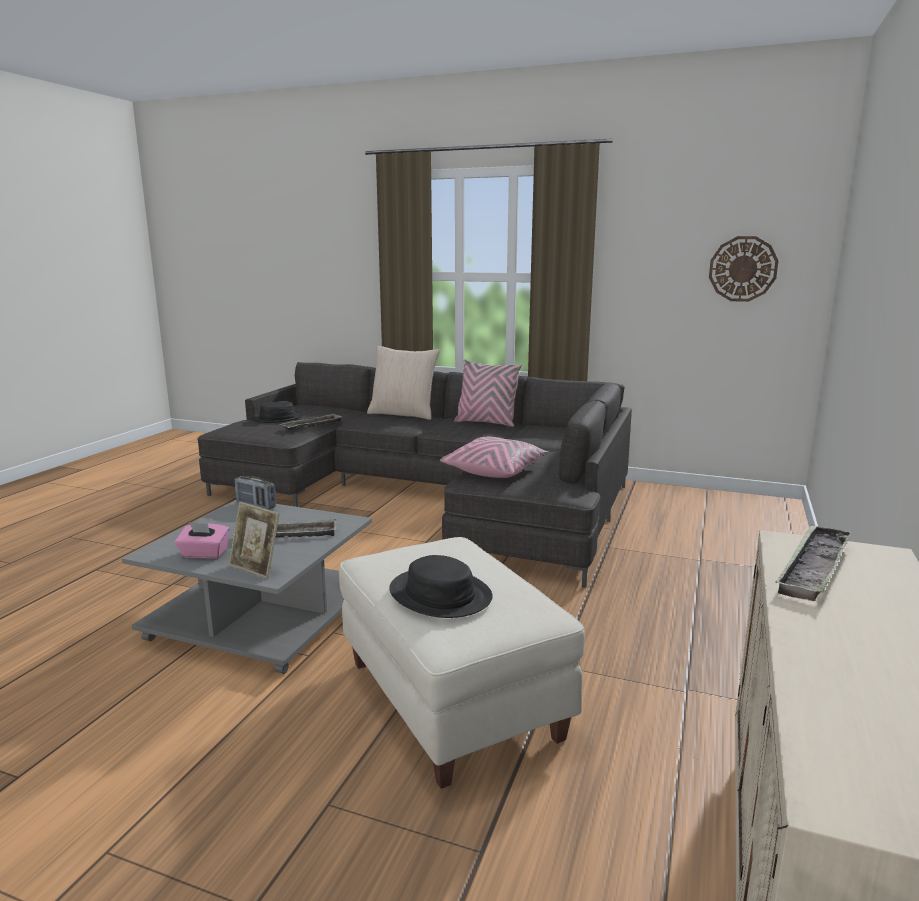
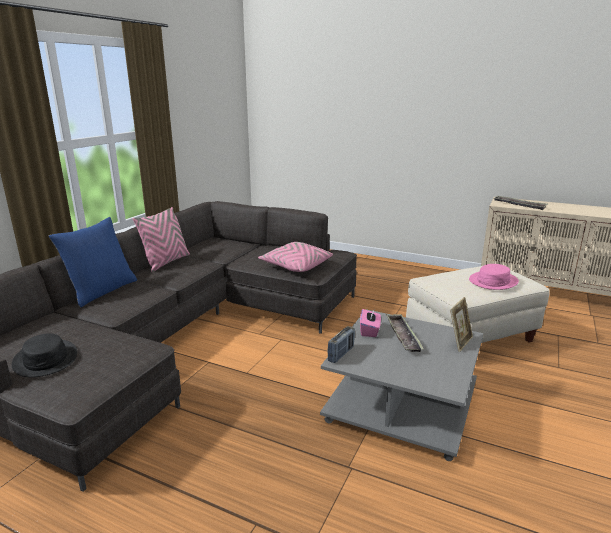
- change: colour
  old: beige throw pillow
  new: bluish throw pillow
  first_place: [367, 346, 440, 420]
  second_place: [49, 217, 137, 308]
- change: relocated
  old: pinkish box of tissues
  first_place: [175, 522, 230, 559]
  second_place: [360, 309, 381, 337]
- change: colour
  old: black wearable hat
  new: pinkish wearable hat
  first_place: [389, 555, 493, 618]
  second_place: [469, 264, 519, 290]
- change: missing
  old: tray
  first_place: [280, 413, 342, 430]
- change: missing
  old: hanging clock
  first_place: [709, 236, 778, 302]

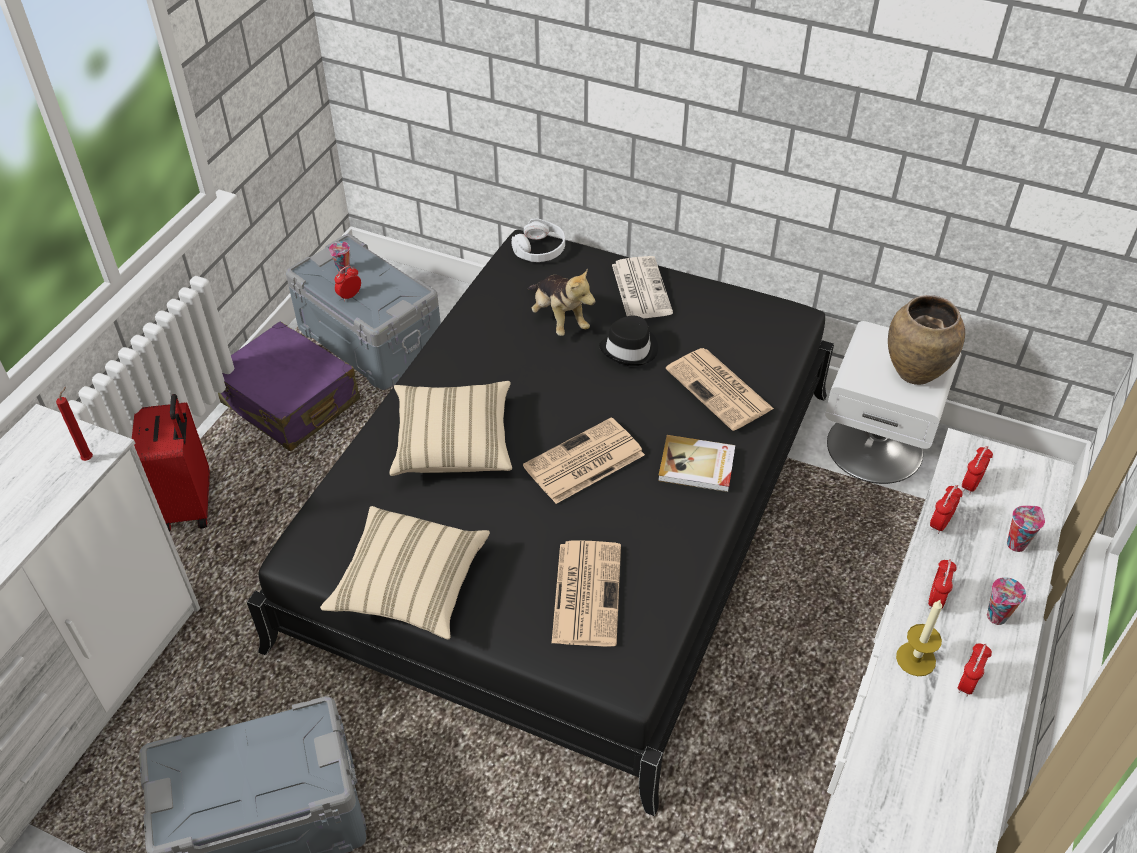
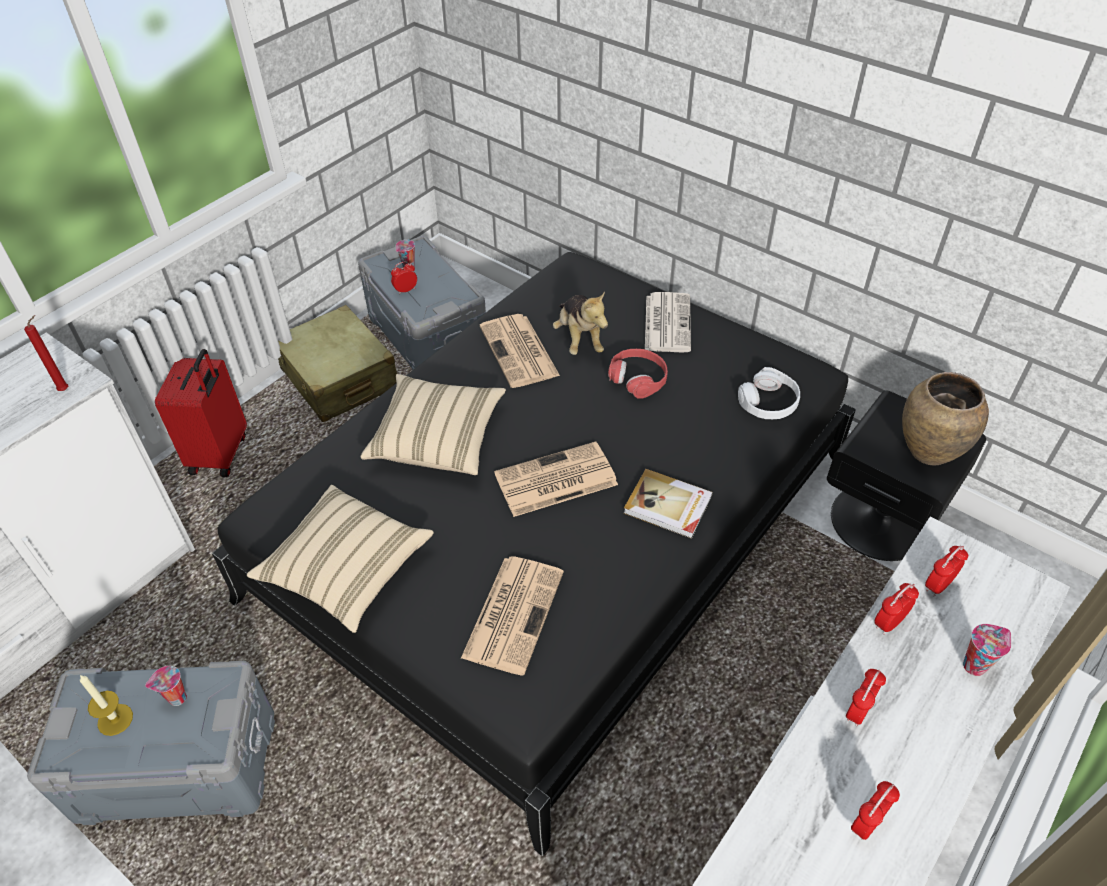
- change: relocated
  old: candle
  first_place: [896, 599, 942, 676]
  second_place: [80, 675, 133, 736]
- change: relocated
  old: cup
  first_place: [987, 577, 1026, 625]
  second_place: [145, 666, 187, 706]
- change: colour
  old: purplish piece of luggage
  new: beige piece of luggage
  first_place: [218, 322, 360, 451]
  second_place: [278, 305, 397, 422]
- change: relocated
  old: newspaper
  first_place: [666, 348, 774, 431]
  second_place: [480, 314, 560, 388]
- change: exchanged
  old: black wearable hat
  new: reddish headphones
  first_place: [599, 316, 658, 366]
  second_place: [608, 349, 668, 399]
- change: relocated
  old: white-coloured headphones
  first_place: [512, 218, 565, 262]
  second_place: [738, 367, 800, 419]
- change: colour
  old: white-coloured night table
  new: black night table
  first_place: [825, 321, 961, 484]
  second_place: [827, 391, 986, 561]

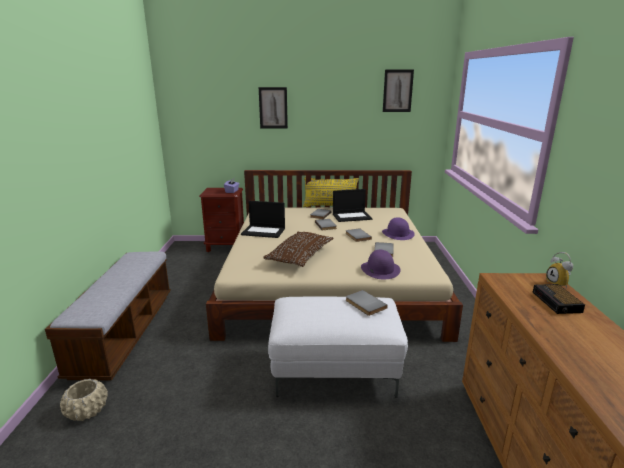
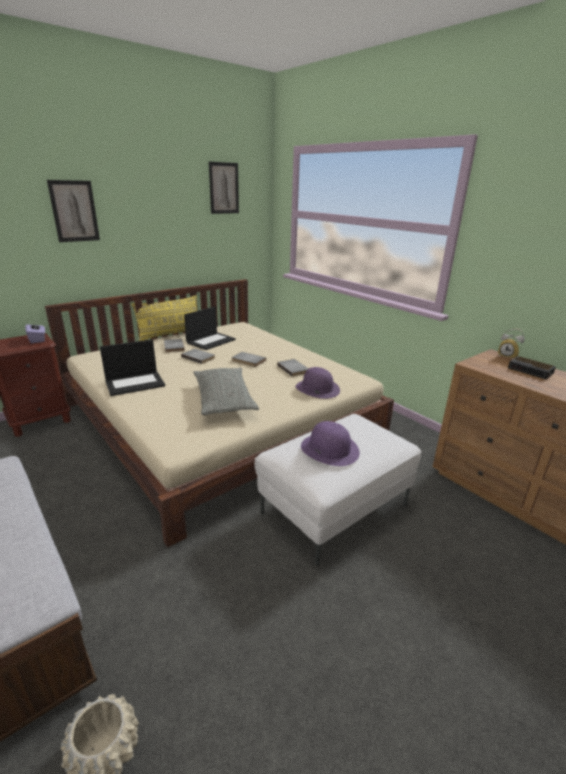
- change: colour
  old: brownish throw pillow
  new: greyish throw pillow
  first_place: [263, 231, 334, 267]
  second_place: [193, 367, 259, 415]
- change: relocated
  old: purplish wearable hat
  first_place: [382, 217, 415, 240]
  second_place: [301, 421, 360, 466]
- change: missing
  old: greyish bound book
  first_place: [346, 290, 388, 316]

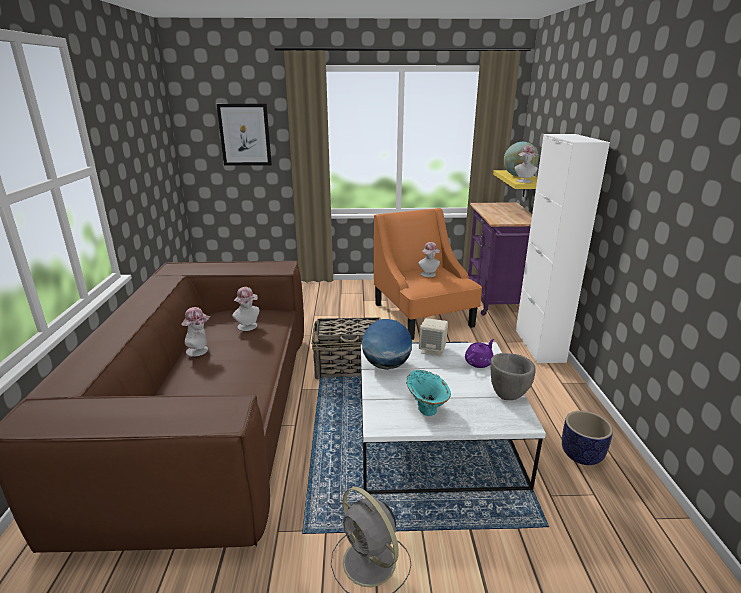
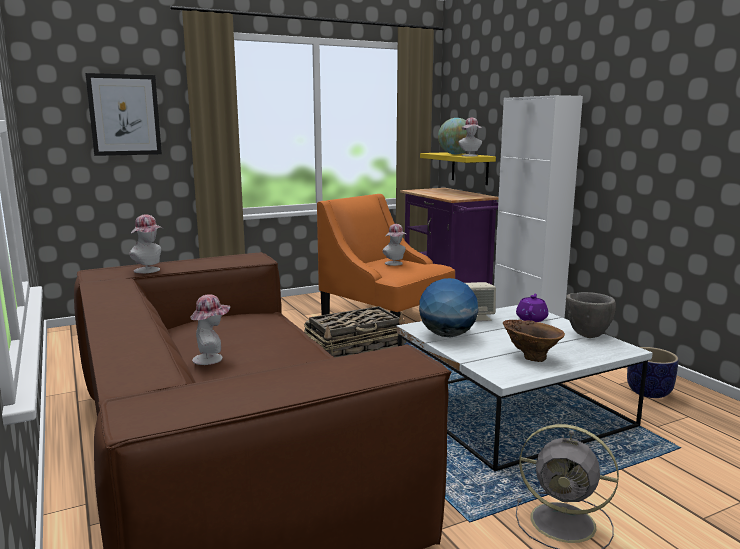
- change: relocated
  old: wearable hat
  first_place: [232, 287, 259, 331]
  second_place: [129, 214, 163, 274]
- change: colour
  old: turquoise decorative vase
  new: brownish decorative vase
  first_place: [406, 370, 451, 416]
  second_place: [503, 320, 565, 362]

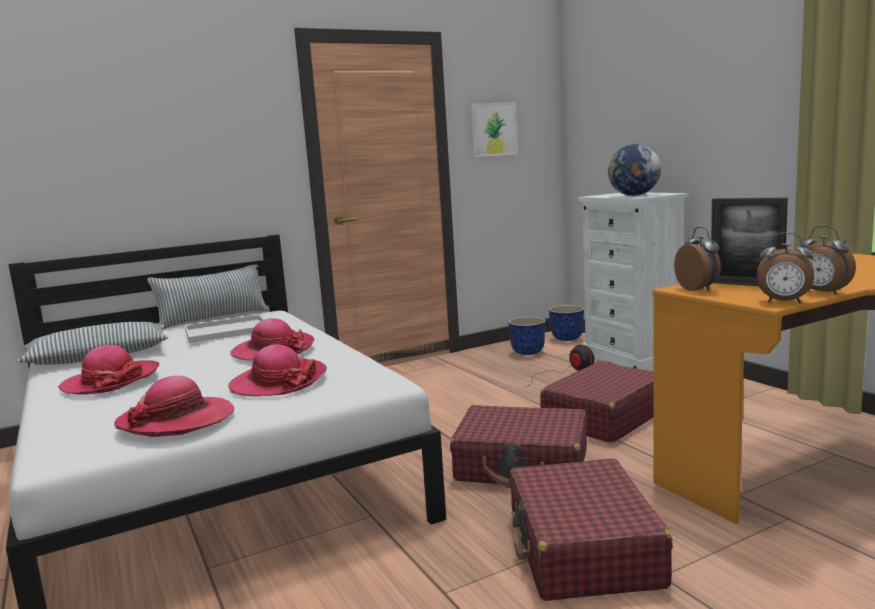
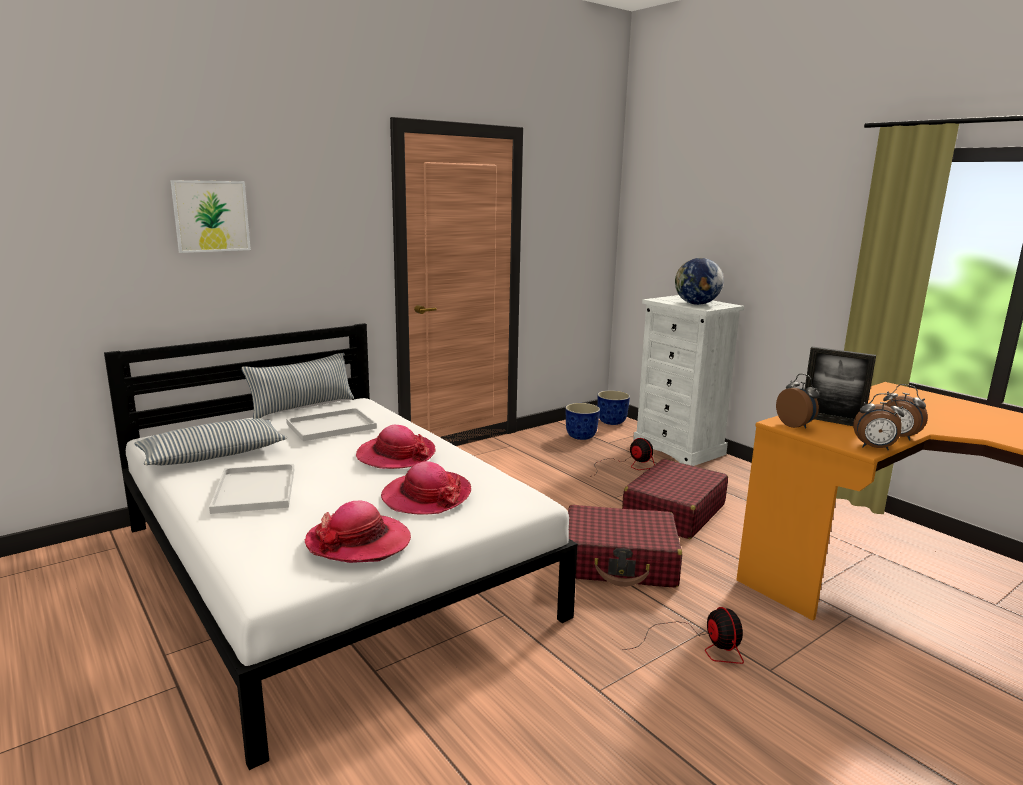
- change: relocated
  old: wall picture
  first_place: [470, 103, 518, 157]
  second_place: [170, 180, 251, 253]
- change: exchanged
  old: wearable hat
  new: white-coloured tray
  first_place: [58, 345, 159, 394]
  second_place: [209, 464, 294, 514]
- change: exchanged
  old: reddish piece of luggage
  new: cooling fan
  first_place: [509, 458, 673, 601]
  second_place: [623, 607, 744, 664]

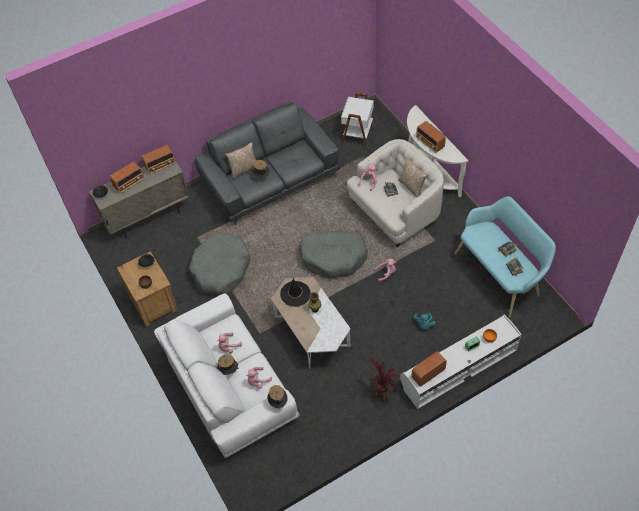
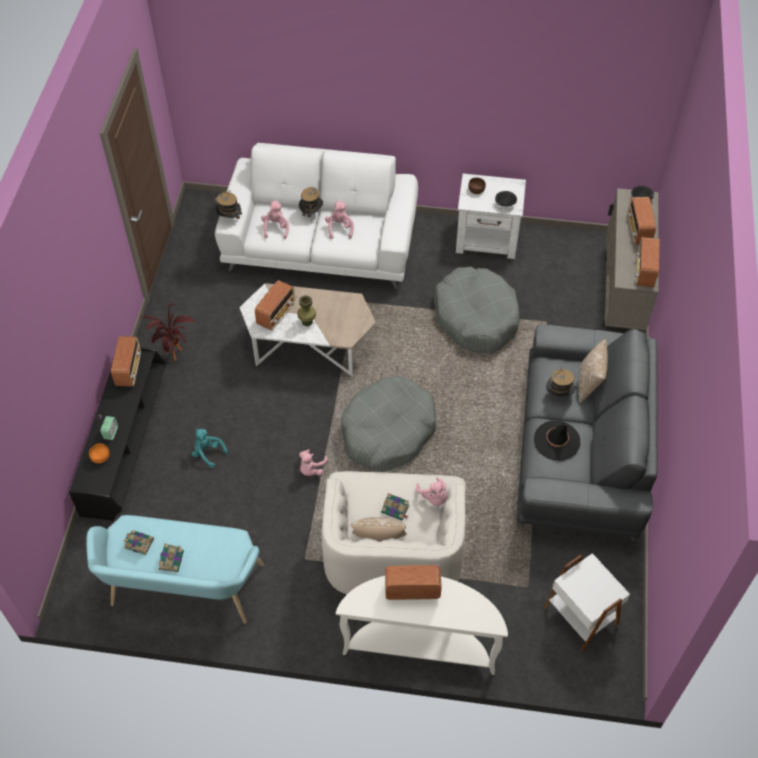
- change: colour
  old: white-coloured tv stand
  new: black tv stand
  first_place: [400, 315, 522, 409]
  second_place: [69, 347, 166, 521]
- change: appeared
  new: radio
  second_place: [255, 280, 295, 331]
- change: colour
  old: brownish night table
  new: white-coloured night table
  first_place: [117, 251, 178, 327]
  second_place: [456, 174, 526, 259]
- change: relocated
  old: black wearable hat
  first_place: [280, 277, 311, 307]
  second_place: [534, 420, 580, 461]

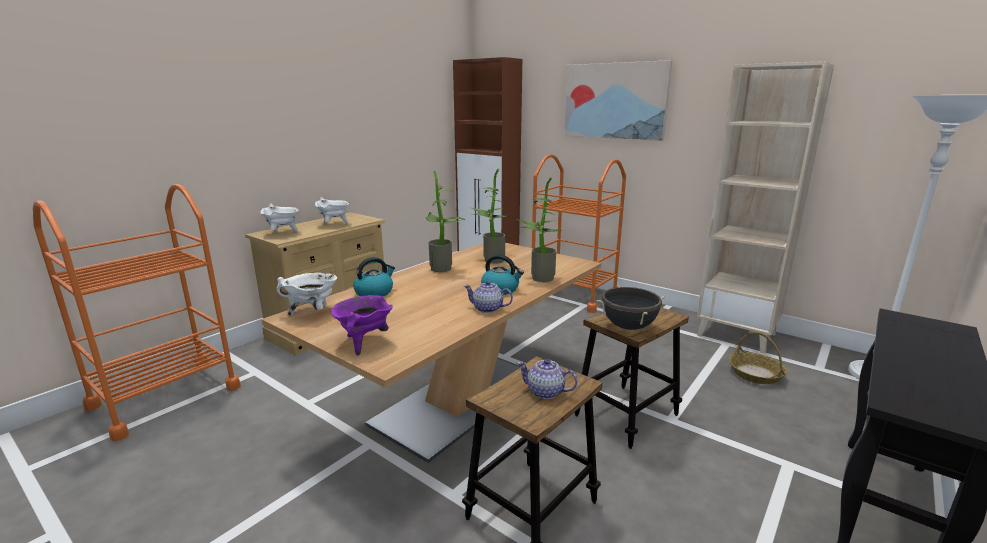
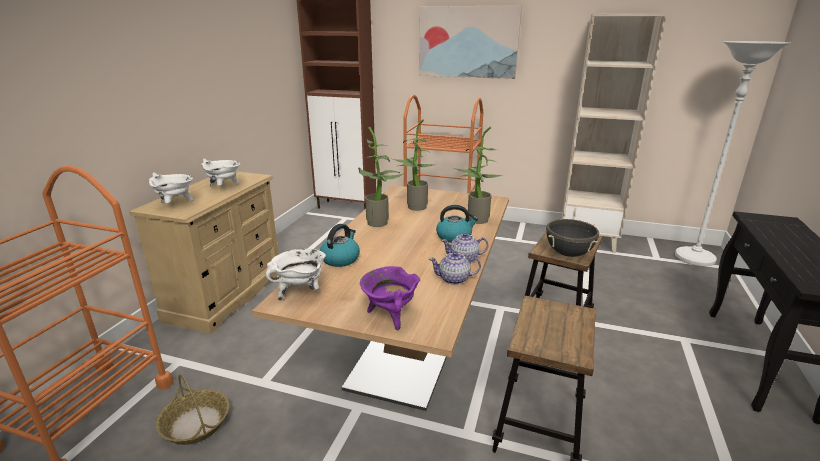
- change: relocated
  old: basket
  first_place: [729, 332, 787, 384]
  second_place: [156, 374, 229, 445]
- change: relocated
  old: pot for tea
  first_place: [517, 359, 578, 399]
  second_place: [429, 252, 481, 285]

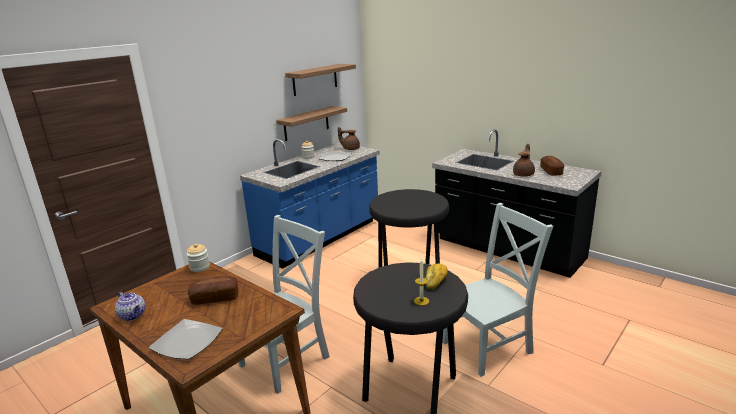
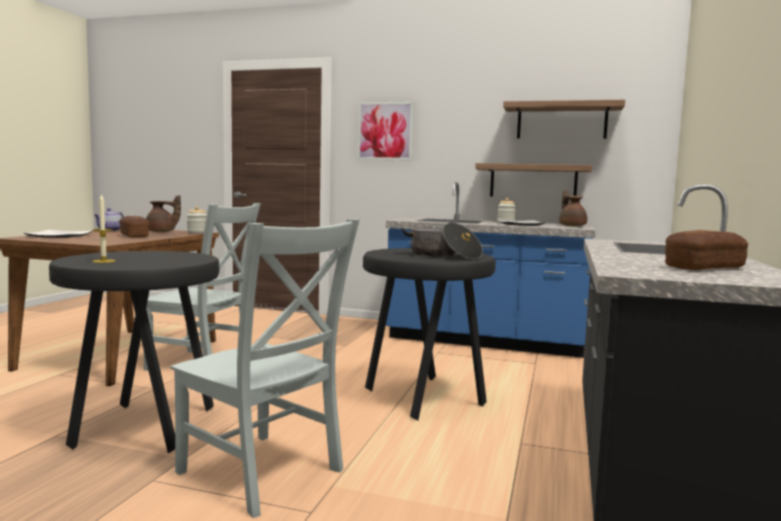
- change: relocated
  old: brownish pot for tea
  first_place: [513, 144, 535, 176]
  second_place: [146, 195, 181, 232]
- change: appeared
  new: wall picture
  second_place: [357, 102, 414, 161]
- change: appeared
  new: cooking pot
  second_place: [401, 222, 483, 260]
- change: missing
  old: baked bread
  first_place: [426, 264, 448, 290]

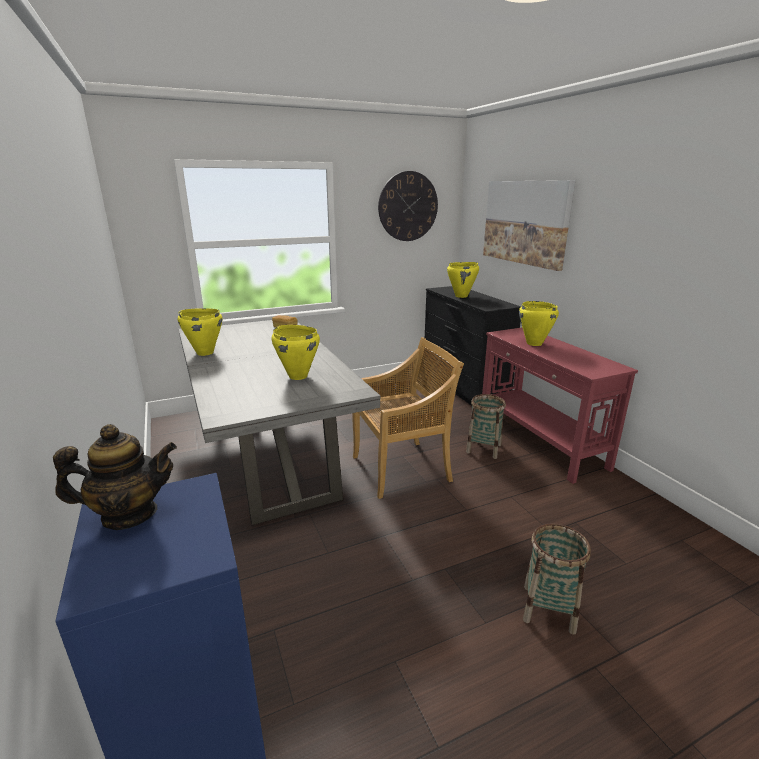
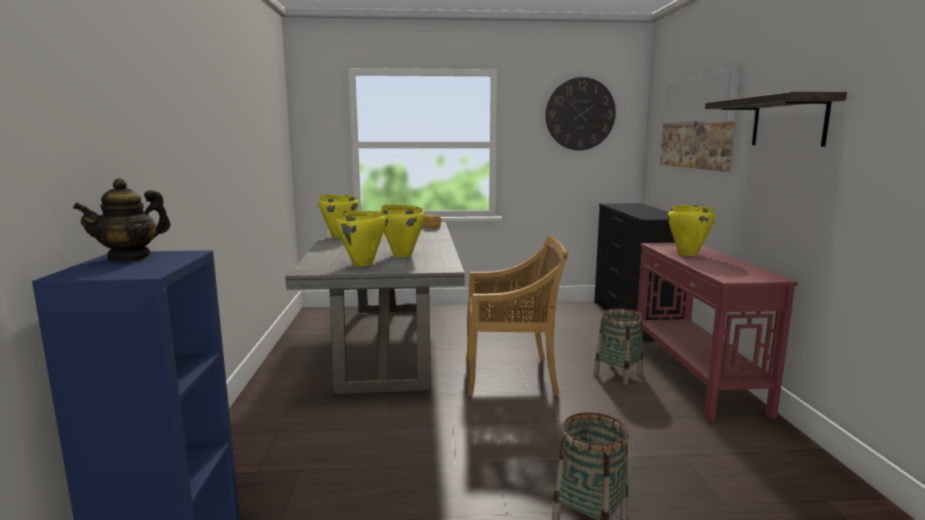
- change: spun
  old: pot for tea
  first_place: [53, 424, 177, 530]
  second_place: [73, 178, 171, 262]
  degrees: 120
- change: relocated
  old: yellow cooking pot
  first_place: [447, 262, 479, 298]
  second_place: [335, 211, 386, 266]
- change: appeared
  new: shelf
  second_place: [705, 92, 847, 147]

